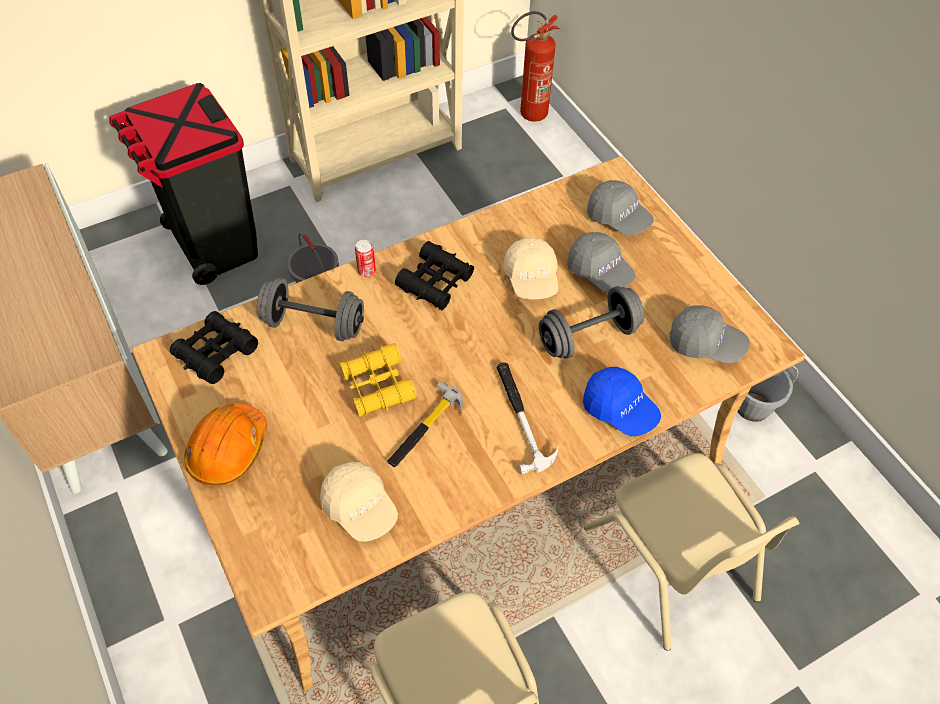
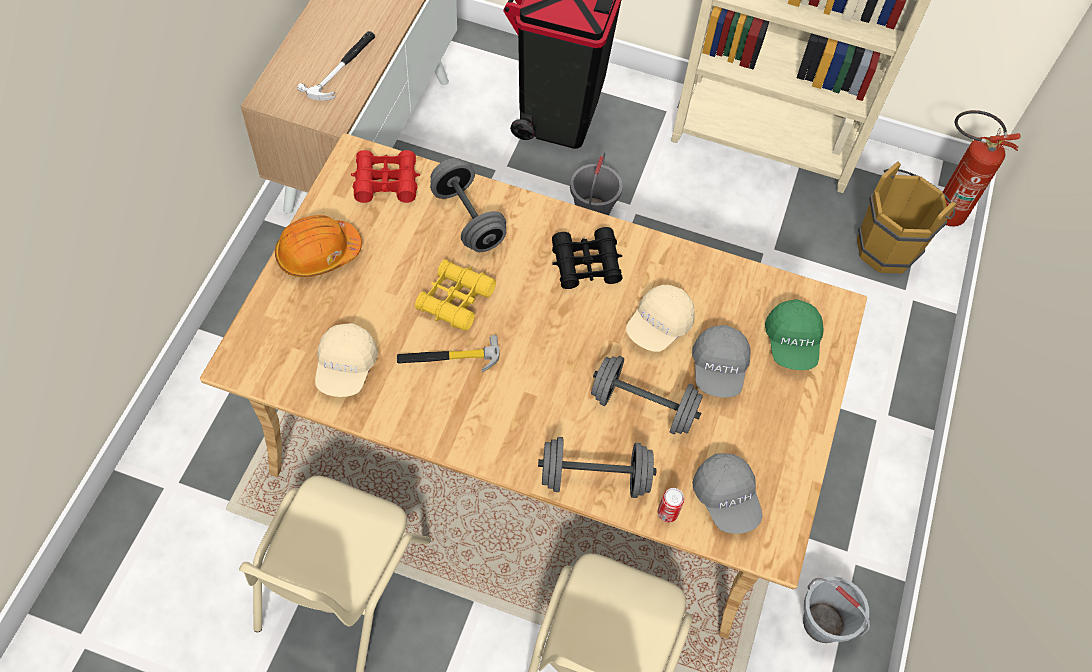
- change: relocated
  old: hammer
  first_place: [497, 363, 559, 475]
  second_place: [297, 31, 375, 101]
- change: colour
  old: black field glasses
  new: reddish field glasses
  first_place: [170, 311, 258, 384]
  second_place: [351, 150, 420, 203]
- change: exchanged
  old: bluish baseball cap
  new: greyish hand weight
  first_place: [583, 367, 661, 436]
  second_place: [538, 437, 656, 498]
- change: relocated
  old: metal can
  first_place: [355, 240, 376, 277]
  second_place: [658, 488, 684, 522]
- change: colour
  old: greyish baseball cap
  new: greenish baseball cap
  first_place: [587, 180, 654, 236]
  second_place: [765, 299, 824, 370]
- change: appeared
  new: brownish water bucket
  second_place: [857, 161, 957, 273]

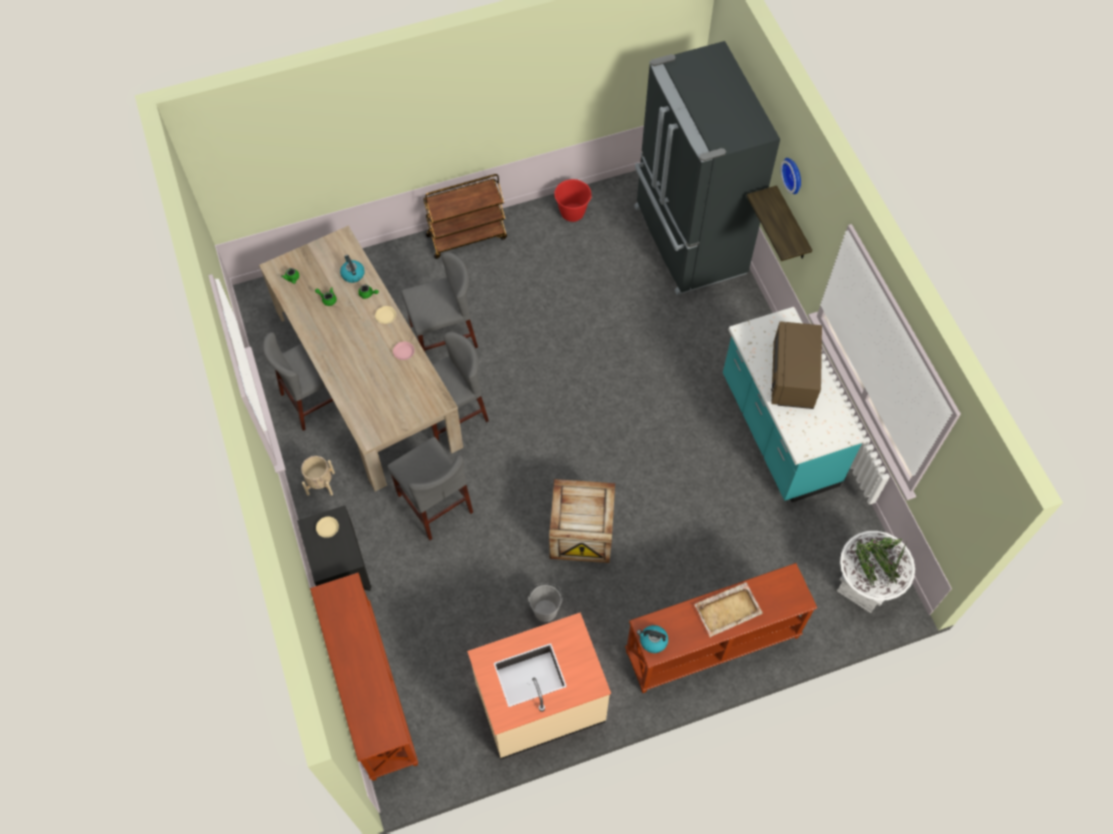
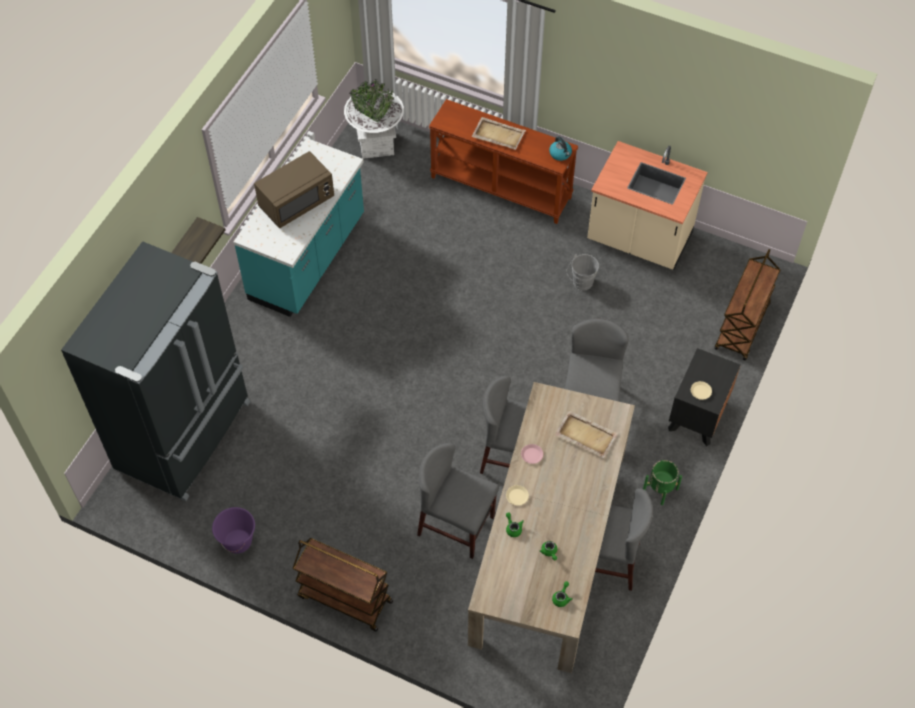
- change: colour
  old: reddish water bucket
  new: purplish water bucket
  first_place: [554, 179, 592, 222]
  second_place: [212, 507, 255, 554]
- change: appeared
  new: beige tray
  second_place: [554, 410, 618, 458]
- change: colour
  old: beige planter
  new: greenish planter
  first_place: [301, 456, 335, 496]
  second_place: [643, 460, 682, 505]
- change: exchanged
  old: brownish hall table
  new: brownish wheeled cart
  first_place: [310, 572, 418, 781]
  second_place: [715, 249, 781, 361]
- change: missing
  old: kettle
  first_place: [340, 255, 365, 283]
- change: missing
  old: shipping crate
  first_place: [549, 479, 615, 563]
- change: missing
  old: hanging clock
  first_place: [780, 158, 801, 194]

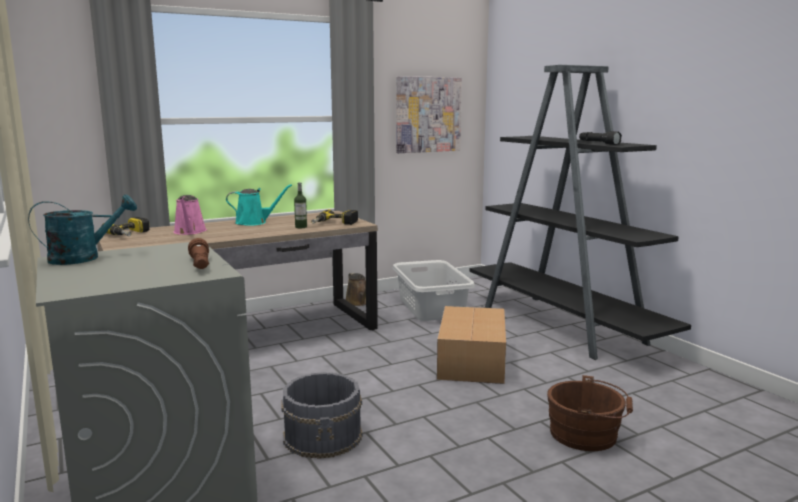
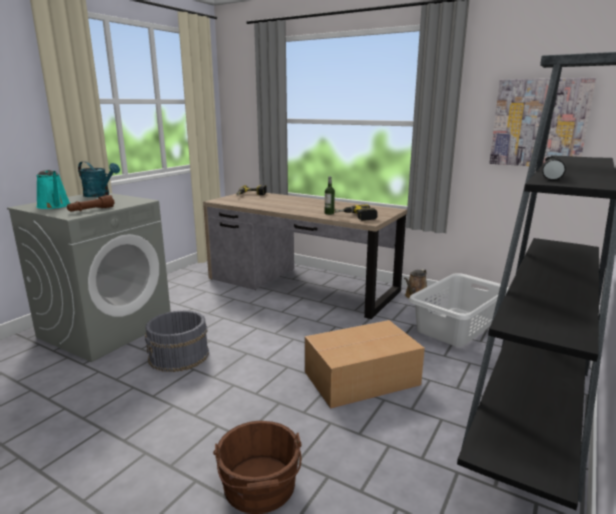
- change: relocated
  old: turquoise watering can
  first_place: [226, 184, 292, 226]
  second_place: [36, 170, 70, 209]
- change: missing
  old: pinkish watering can
  first_place: [173, 195, 207, 235]

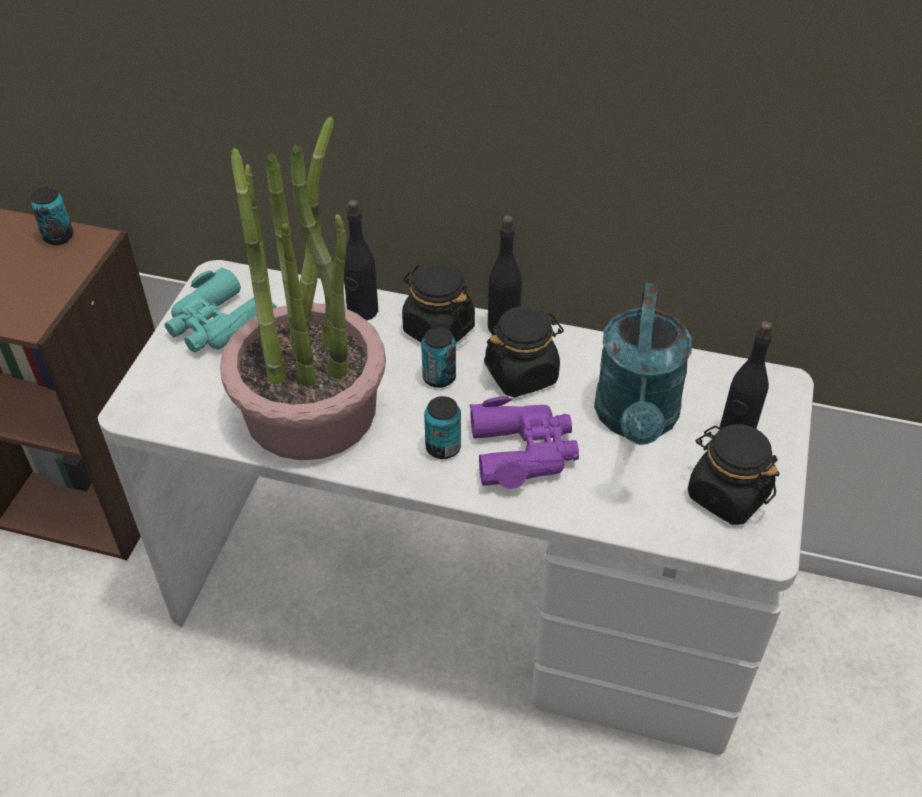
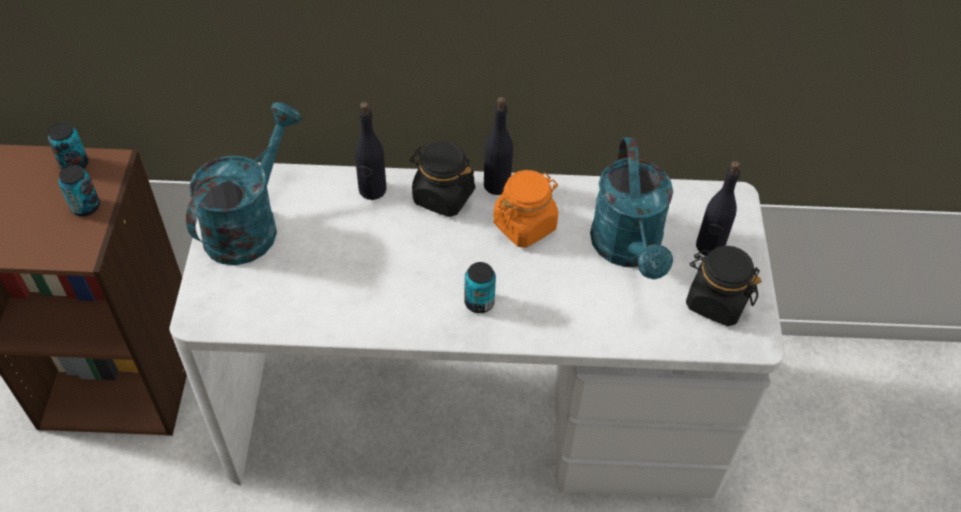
- change: relocated
  old: metal can
  first_place: [421, 327, 456, 388]
  second_place: [58, 165, 100, 216]
- change: exchanged
  old: turquoise field glasses
  new: turquoise watering can
  first_place: [164, 268, 277, 352]
  second_place: [186, 102, 302, 265]
- change: colour
  old: black preserve jar
  new: orange preserve jar
  first_place: [484, 306, 564, 397]
  second_place: [493, 170, 558, 248]
- change: missing
  old: potted plant
  first_place: [220, 117, 386, 460]
- change: missing
  old: purplish field glasses
  first_place: [470, 396, 579, 489]

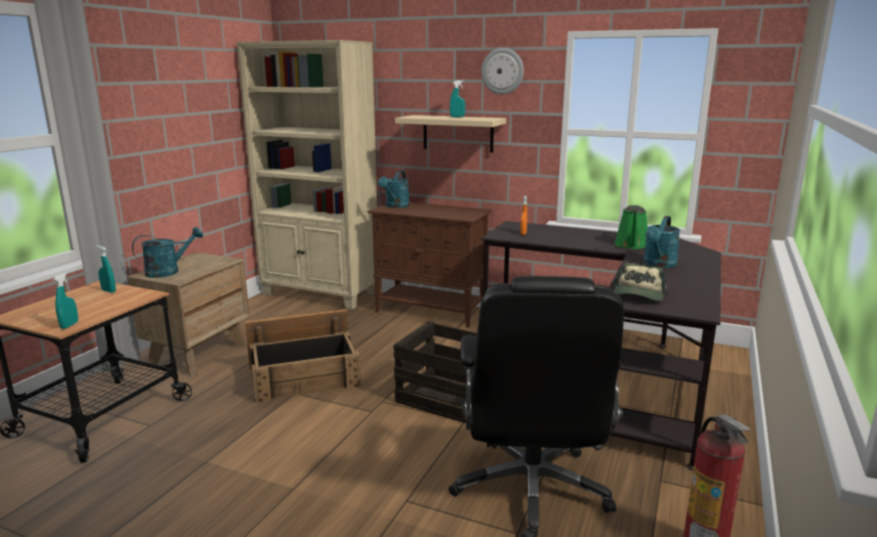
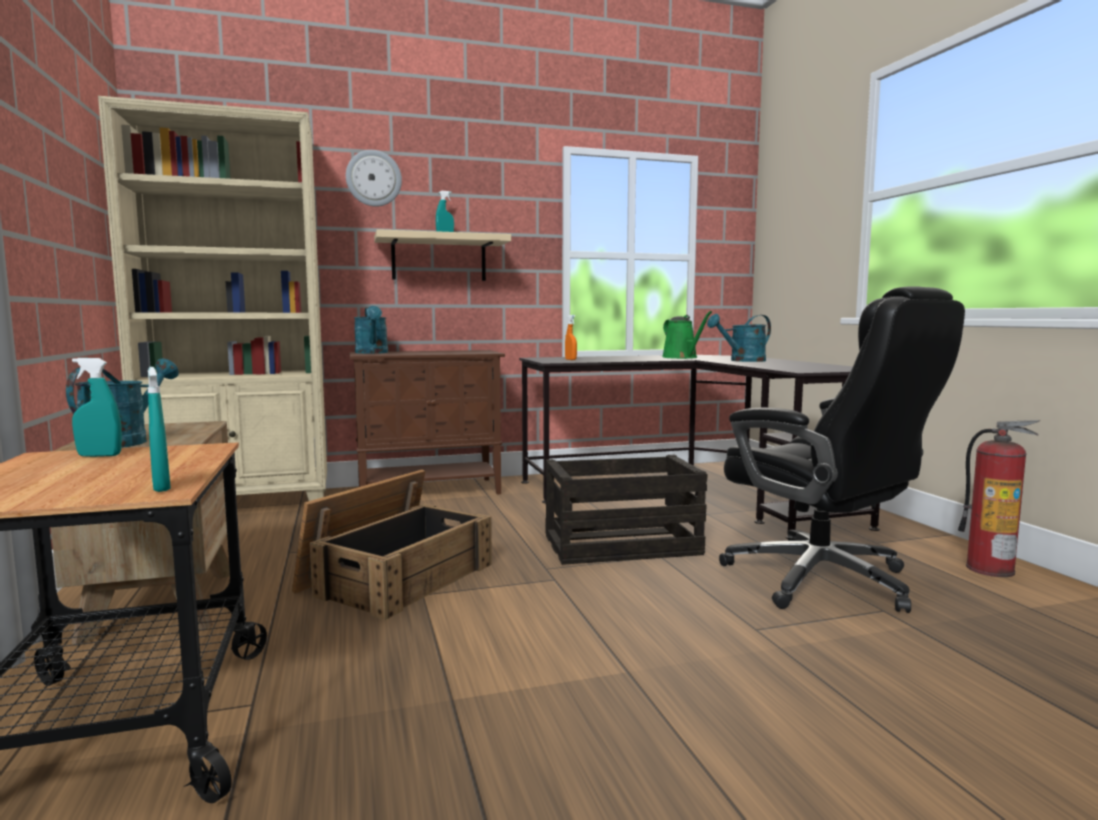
- change: relocated
  old: hanging clock
  first_place: [481, 48, 524, 94]
  second_place: [346, 150, 402, 207]
- change: spun
  old: turquoise watering can
  first_place: [643, 216, 681, 268]
  second_place: [707, 314, 771, 362]
  degrees: 75
- change: missing
  old: baseball cap
  first_place: [613, 263, 667, 301]

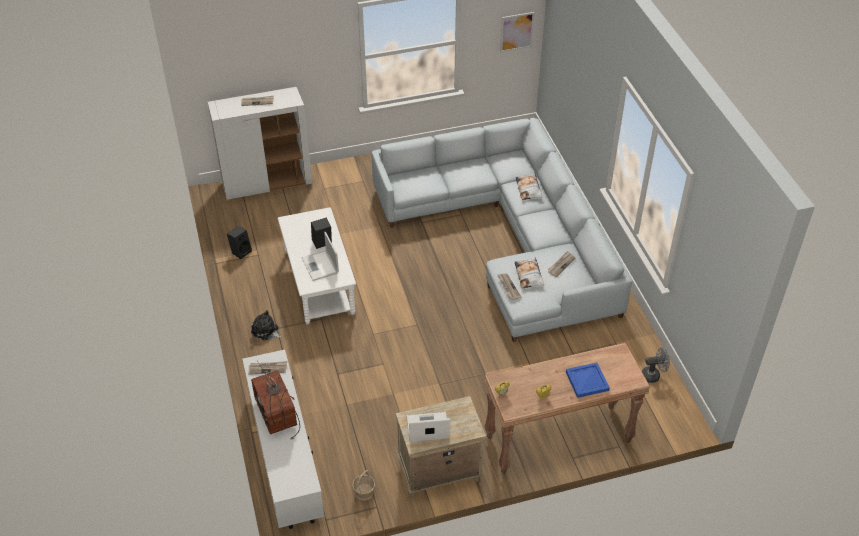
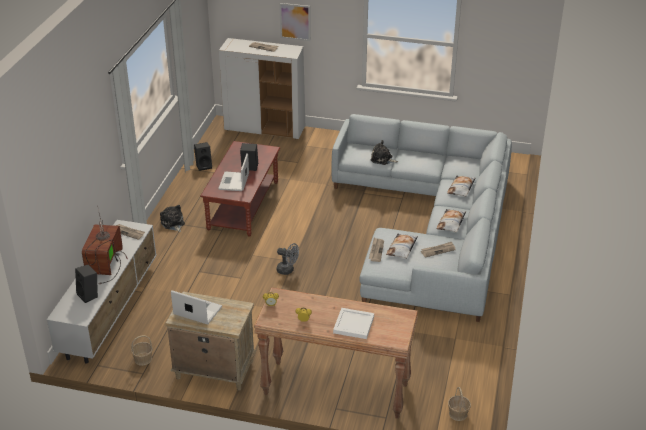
- change: appeared
  new: black audio speaker
  second_place: [75, 265, 98, 303]
- change: colour
  old: white-coloured lounge table
  new: brownish lounge table
  first_place: [278, 207, 356, 325]
  second_place: [200, 141, 280, 237]
- change: relocated
  old: greyish cooling fan
  first_place: [642, 348, 670, 383]
  second_place: [276, 243, 299, 275]
- change: relocated
  old: wall picture
  first_place: [500, 12, 535, 52]
  second_place: [279, 3, 311, 41]
- change: colour
  old: bluish tray
  new: white-coloured tray
  first_place: [566, 363, 610, 398]
  second_place: [333, 308, 374, 339]
- change: appeared
  new: cuddly toy
  second_place: [370, 140, 398, 165]
- change: appeared
  new: throw pillow
  second_place: [436, 209, 466, 232]
- change: appeared
  new: basket
  second_place: [448, 387, 471, 421]

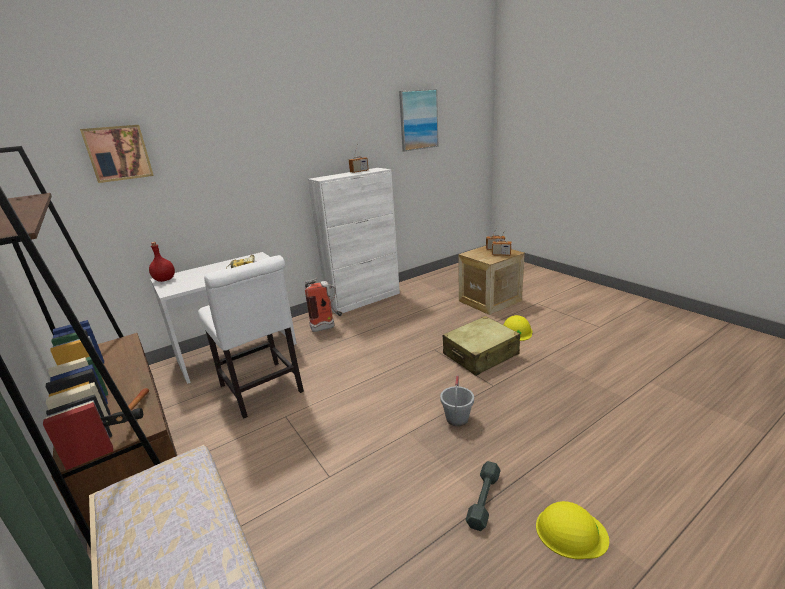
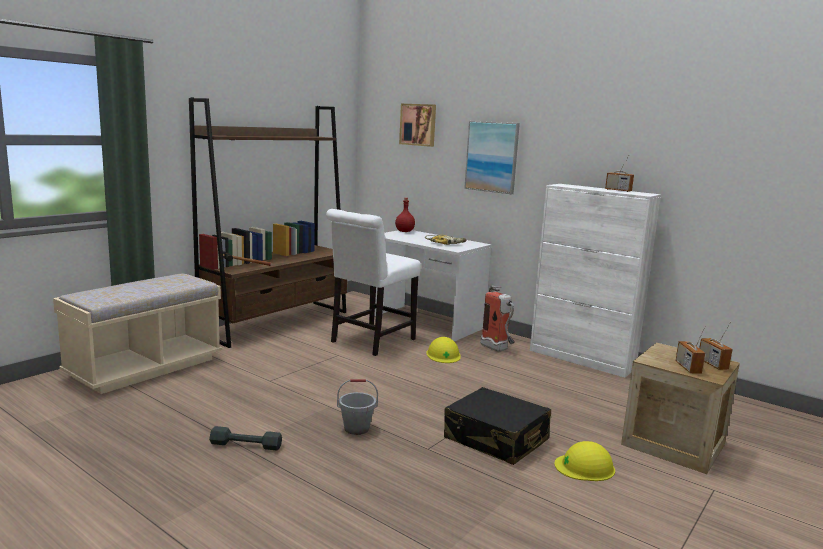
- change: relocated
  old: yellow safety helmet
  first_place: [536, 501, 609, 559]
  second_place: [426, 337, 461, 363]
- change: colour
  old: beige piece of luggage
  new: black piece of luggage
  first_place: [443, 316, 520, 376]
  second_place: [444, 387, 551, 465]
- change: relocated
  old: wall picture
  first_place: [399, 89, 438, 151]
  second_place: [464, 121, 520, 194]

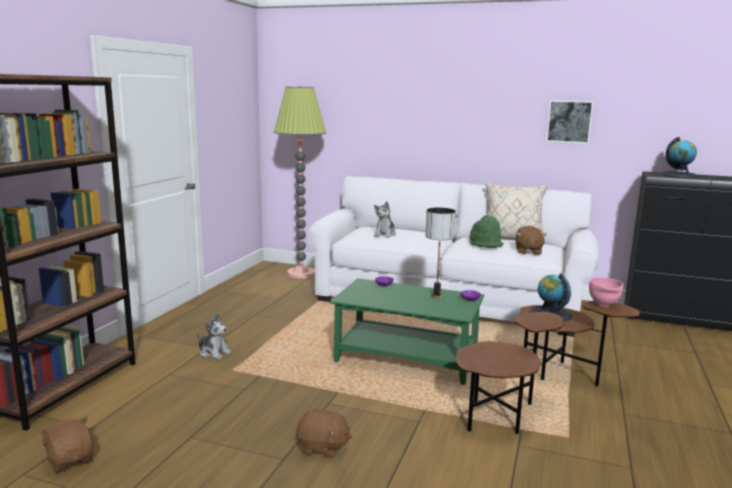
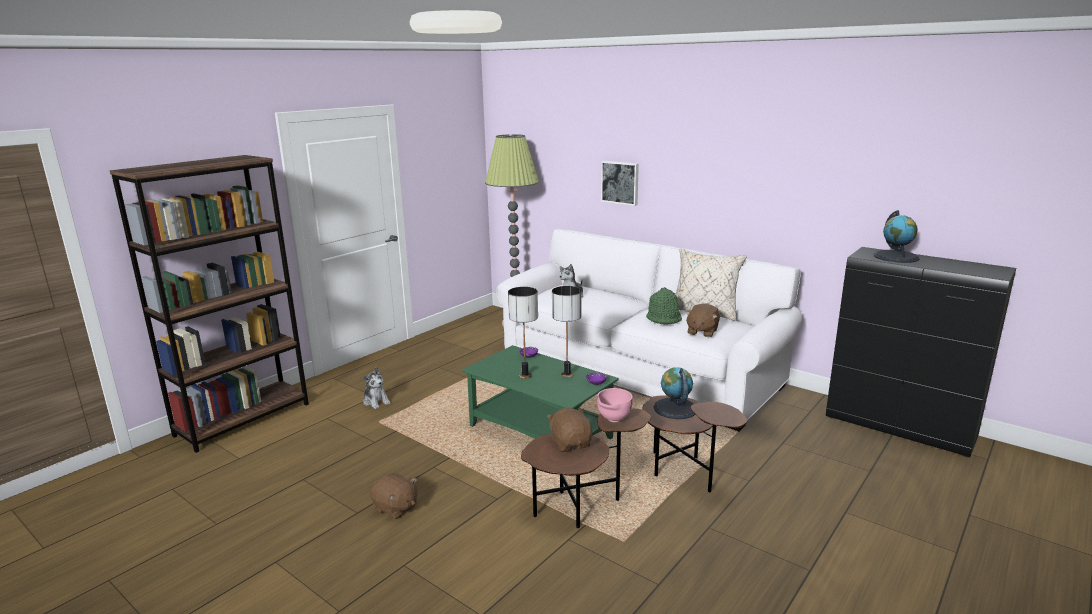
- change: appeared
  new: lamp for a table
  second_place: [508, 287, 538, 379]
- change: relocated
  old: brownish cuddly toy
  first_place: [38, 417, 94, 473]
  second_place: [547, 408, 592, 452]
- change: relocated
  old: pinkish serving bowl
  first_place: [589, 278, 623, 307]
  second_place: [597, 388, 633, 422]
- change: relocated
  old: wall picture
  first_place: [546, 100, 594, 144]
  second_place: [601, 161, 639, 206]

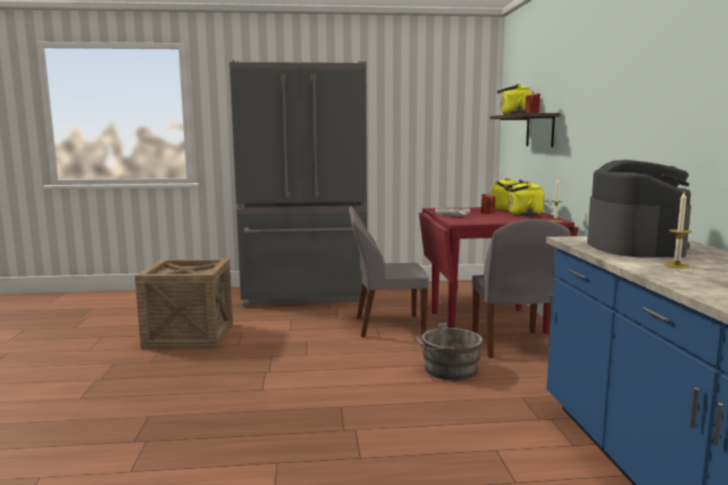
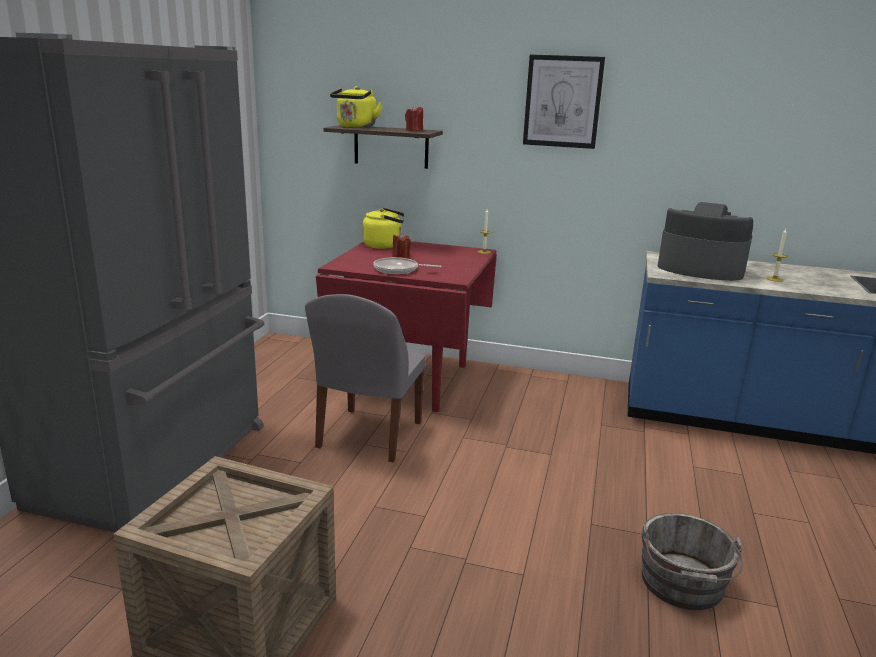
- change: appeared
  new: wall picture
  second_place: [523, 54, 605, 149]
- change: relocated
  old: greyish water bucket
  first_place: [415, 323, 483, 380]
  second_place: [642, 513, 743, 610]
- change: missing
  old: greyish upright chair
  first_place: [472, 219, 571, 358]
- change: missing
  old: yellow kettle
  first_place: [504, 181, 544, 216]

